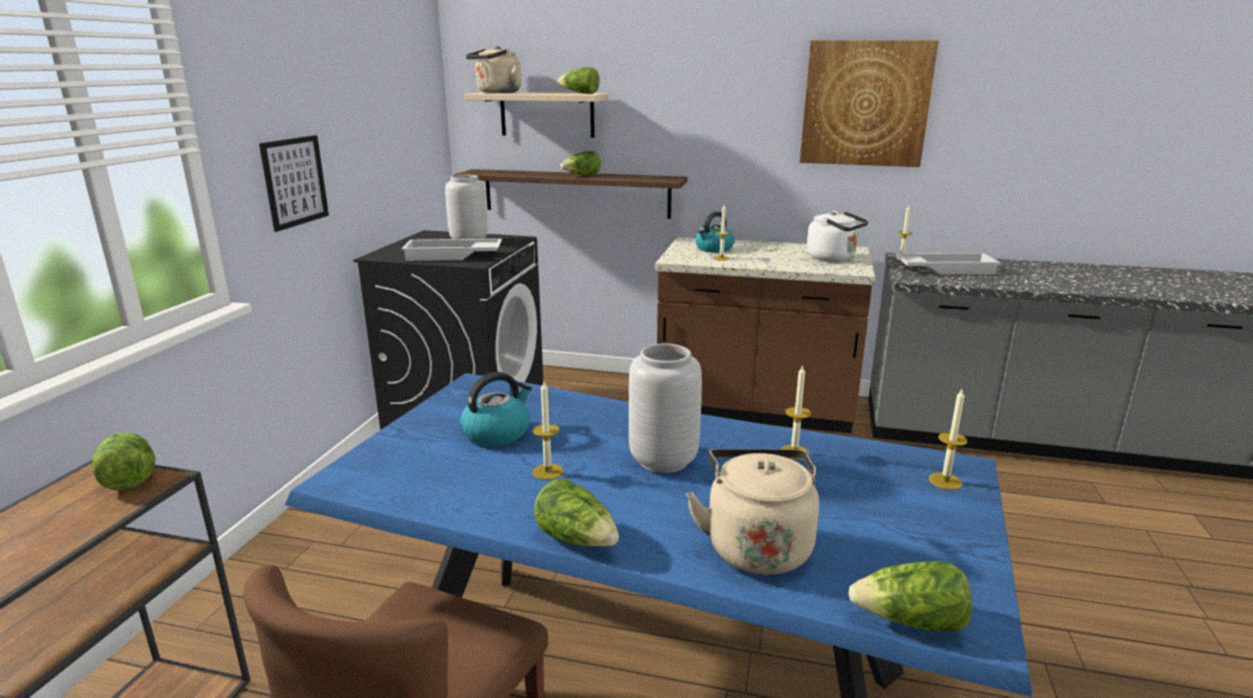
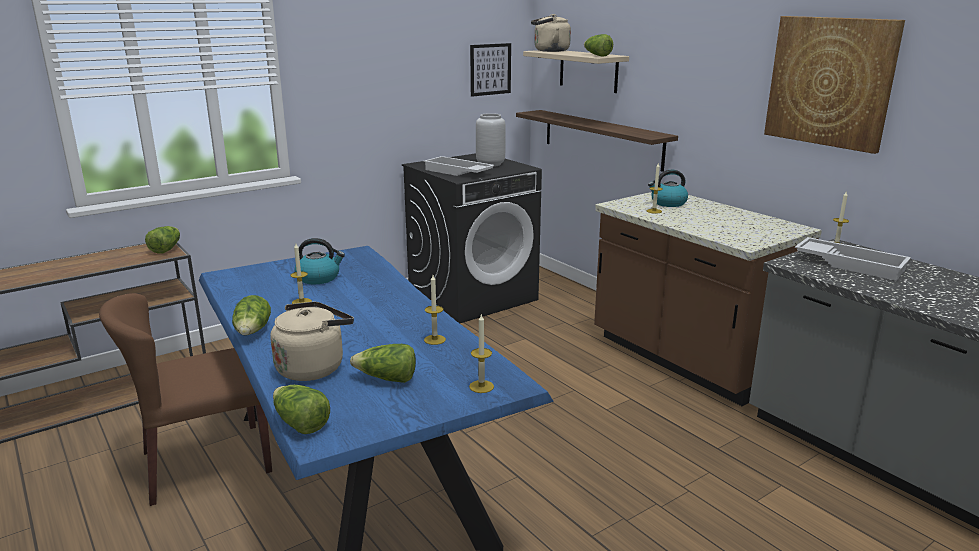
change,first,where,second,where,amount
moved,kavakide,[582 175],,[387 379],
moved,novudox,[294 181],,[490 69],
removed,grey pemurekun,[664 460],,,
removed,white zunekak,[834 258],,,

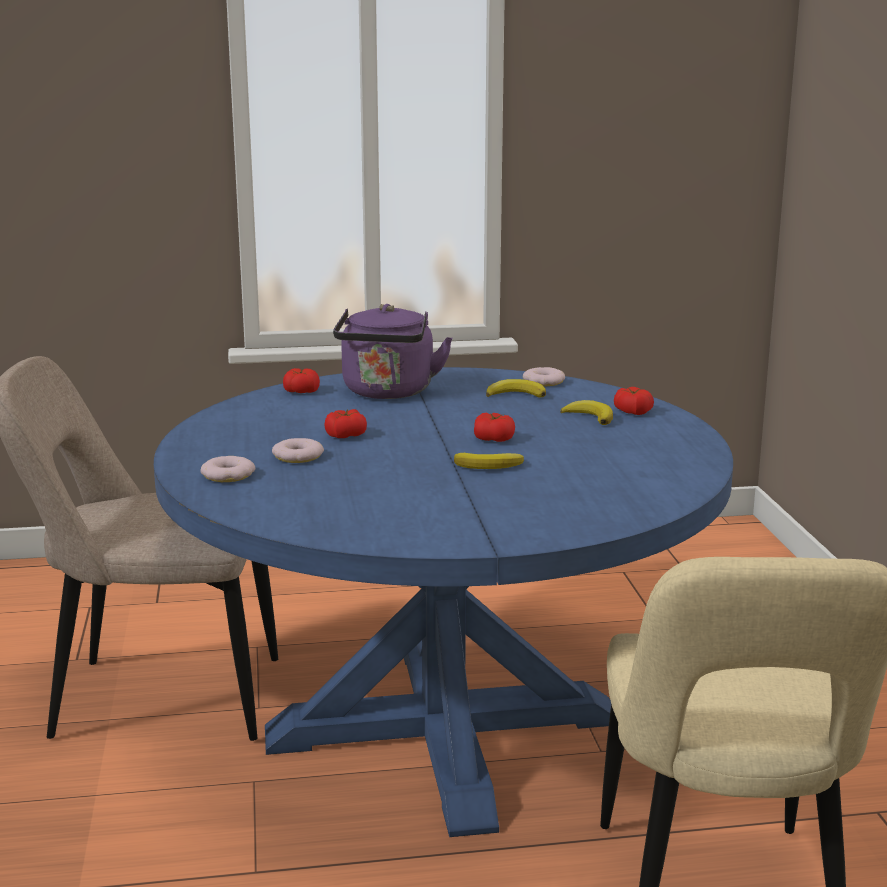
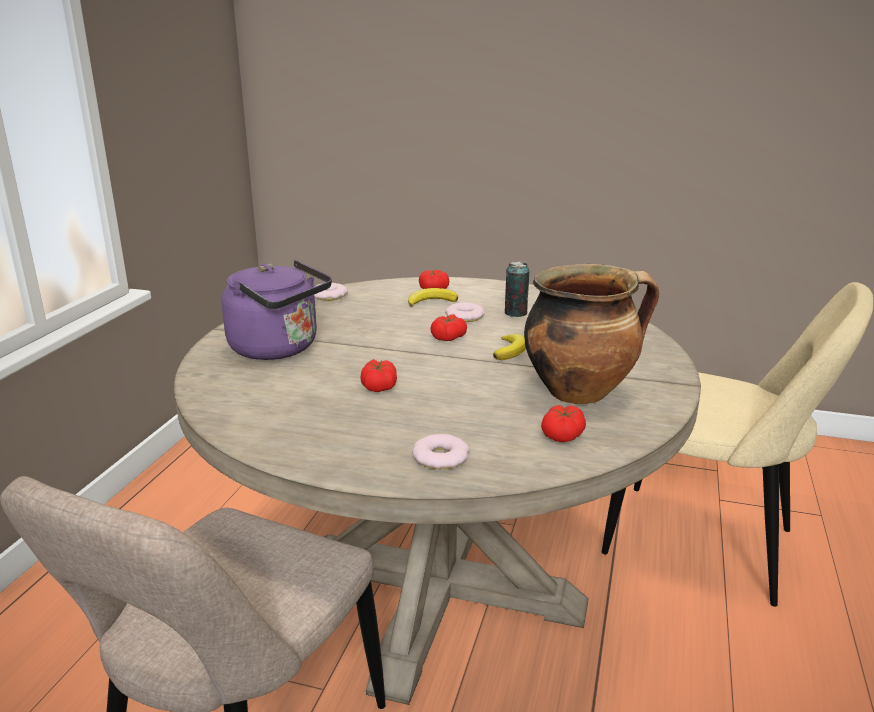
change,first,where,second,where,amount
recoloured,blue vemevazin,[443 727],beige vemevazin,[437 585],
moved,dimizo,[297 456],,[464 317],
added,,,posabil,[515 313],
added,,,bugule,[581 391],
moved,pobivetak,[301 391],,[563 435],
removed,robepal,[516 394],,,

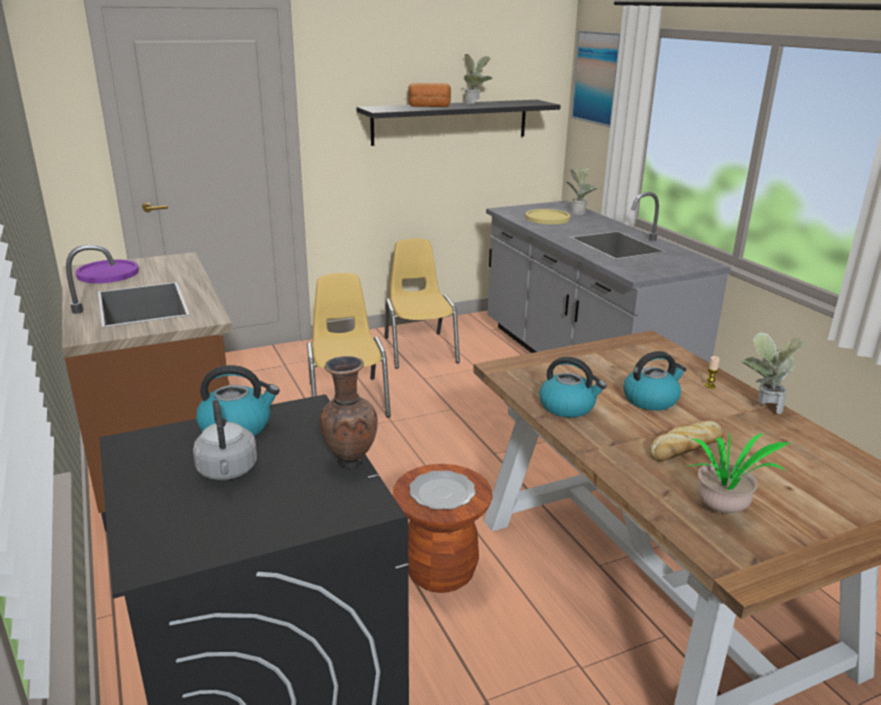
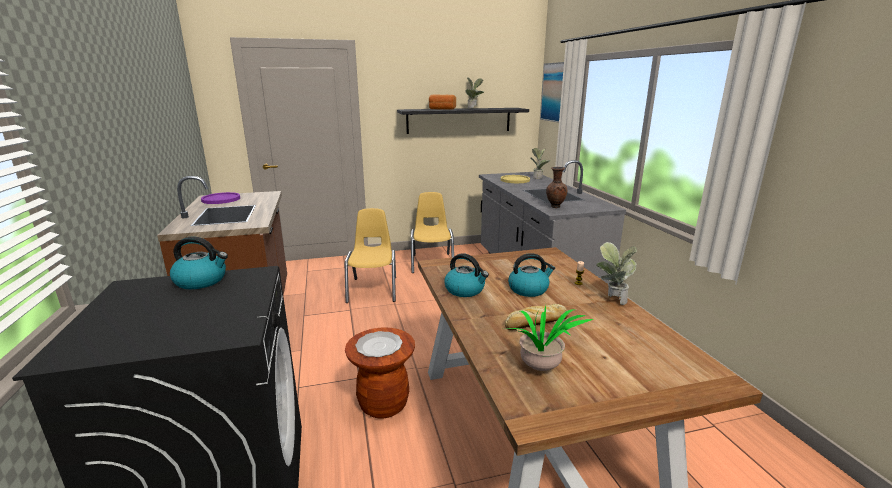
change,first,where,second,where,amount
moved,brown pemurekun,[348 461],,[554 207],
removed,grey zunekak,[227 471],,,

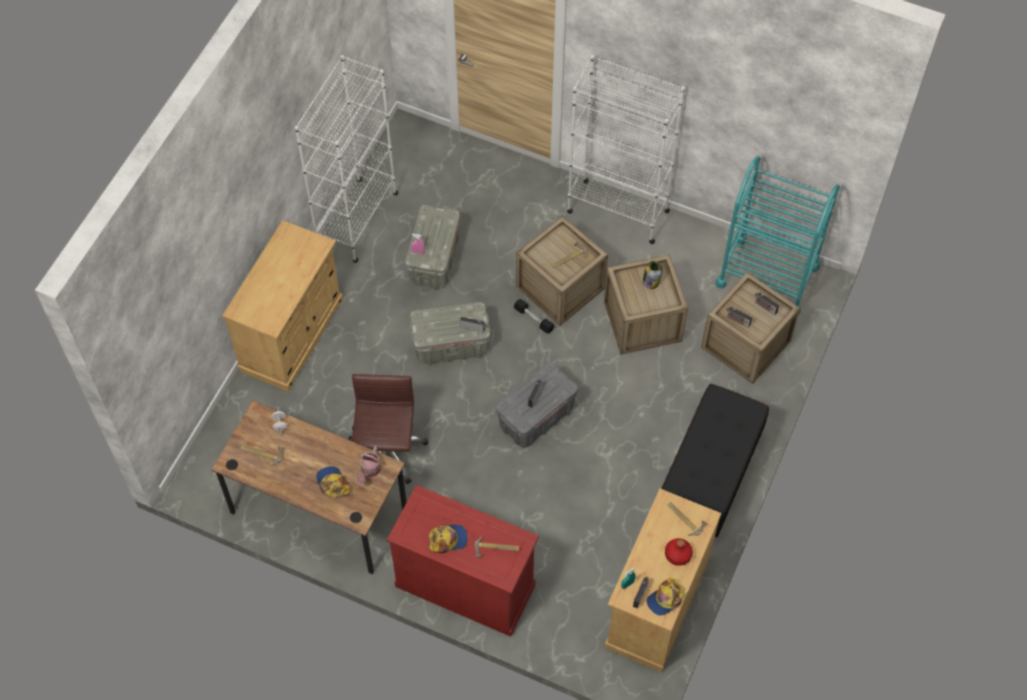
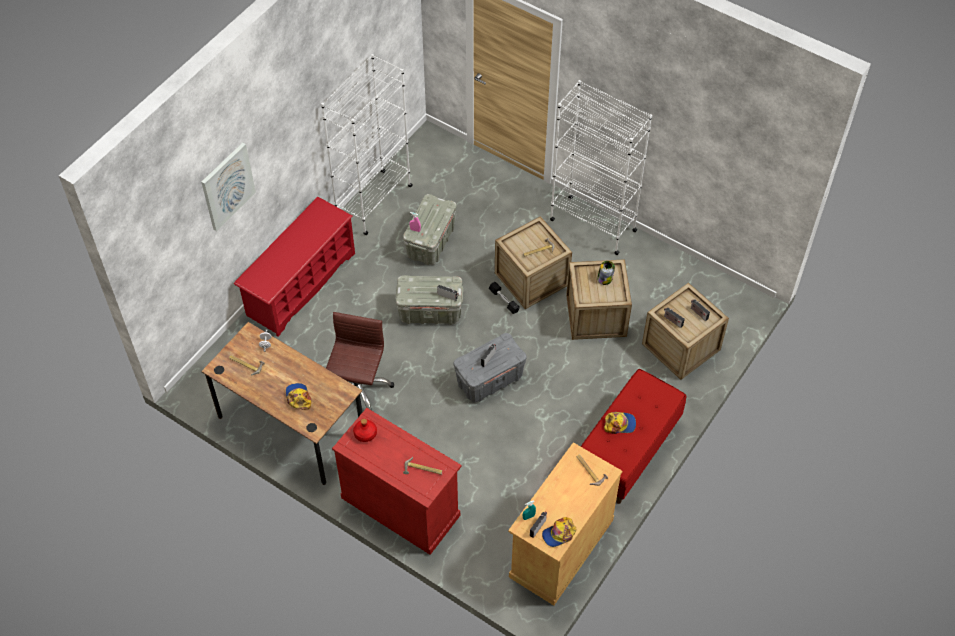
change,first,where,second,where,amount
added,,,novudox,[227 186],
replaced,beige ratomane,[292 335],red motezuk,[300 284],
moved,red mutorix,[677 554],,[365 434],
recoloured,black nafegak,[709 478],red nafegak,[627 451],
moved,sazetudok,[448 539],,[619 424],
removed,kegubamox,[369 471],,,
removed,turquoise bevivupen,[767 275],,,

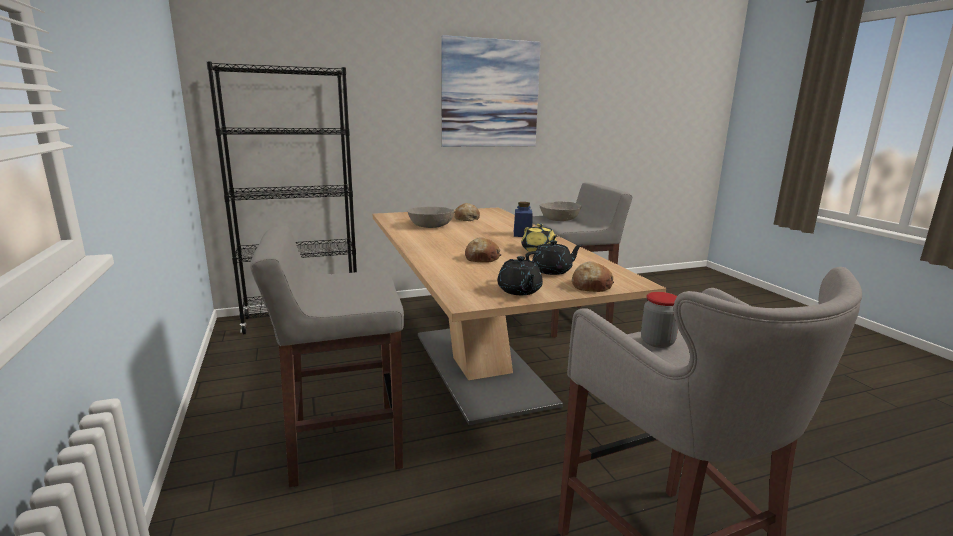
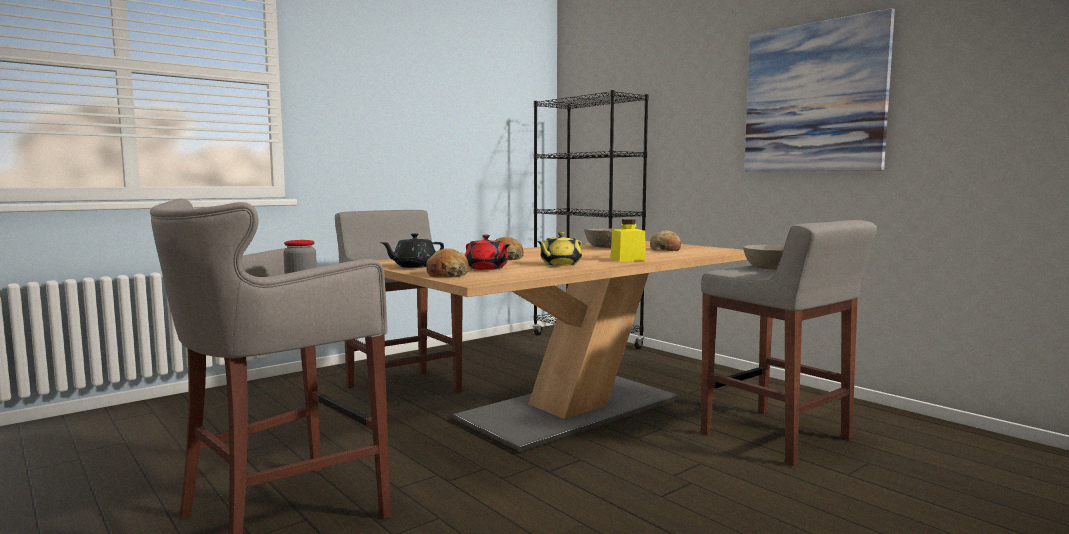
change,first,where,second,where,amount
recoloured,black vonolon,[552 271],red vonolon,[487 268],
recoloured,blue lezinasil,[522 234],yellow lezinasil,[628 259],

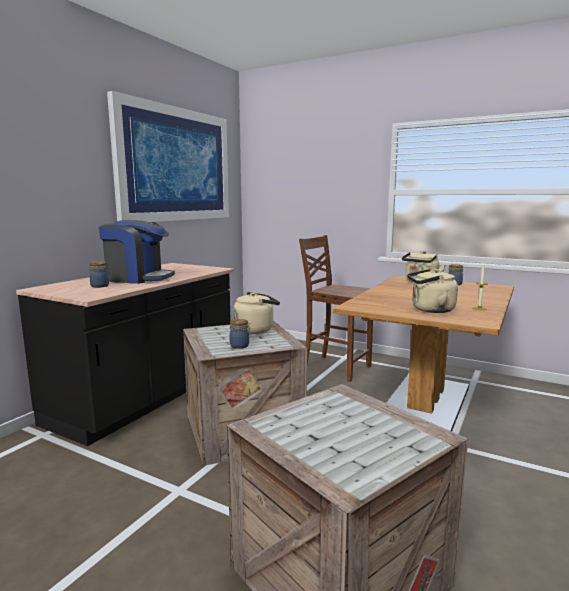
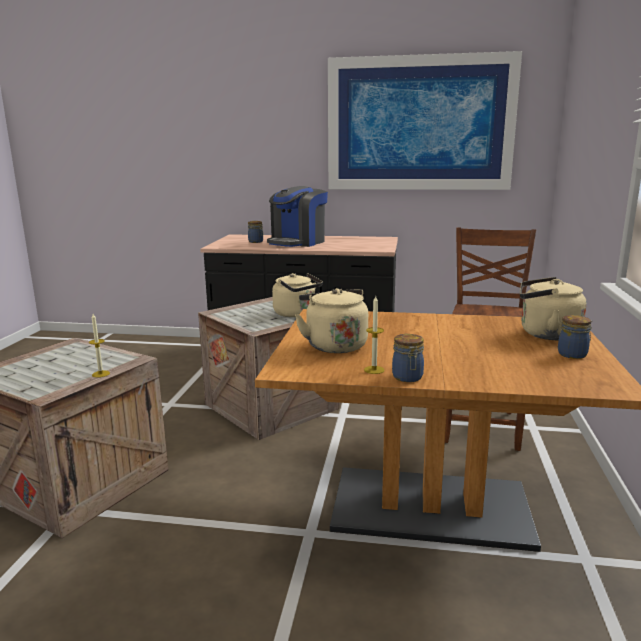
change,first,where,second,where,amount
added,,,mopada,[101 374],
turned,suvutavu,[138 278],,[297 242],45 degrees clockwise
moved,lezinasil,[240 346],,[407 377],

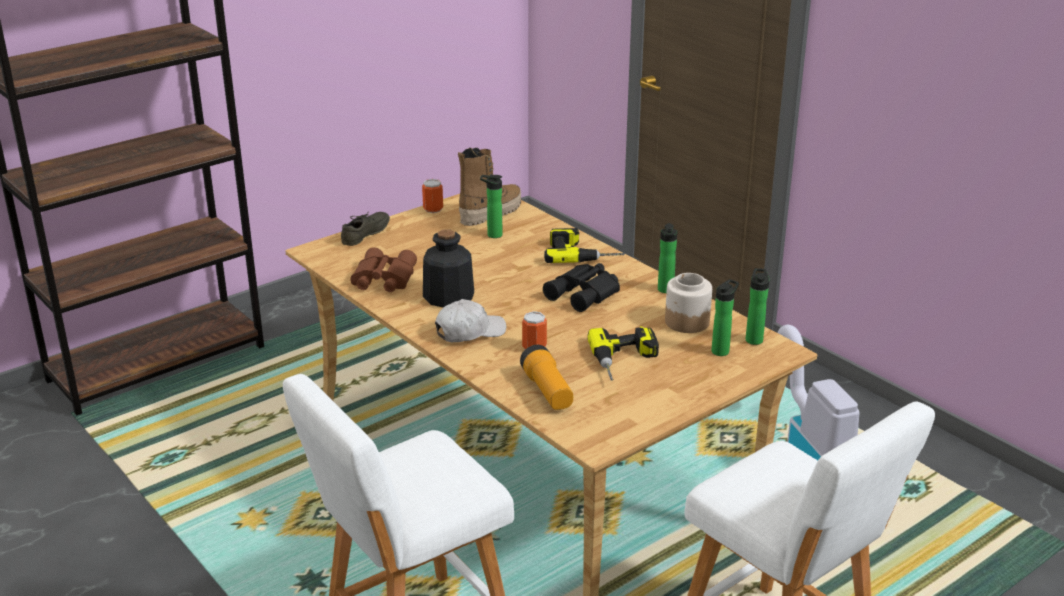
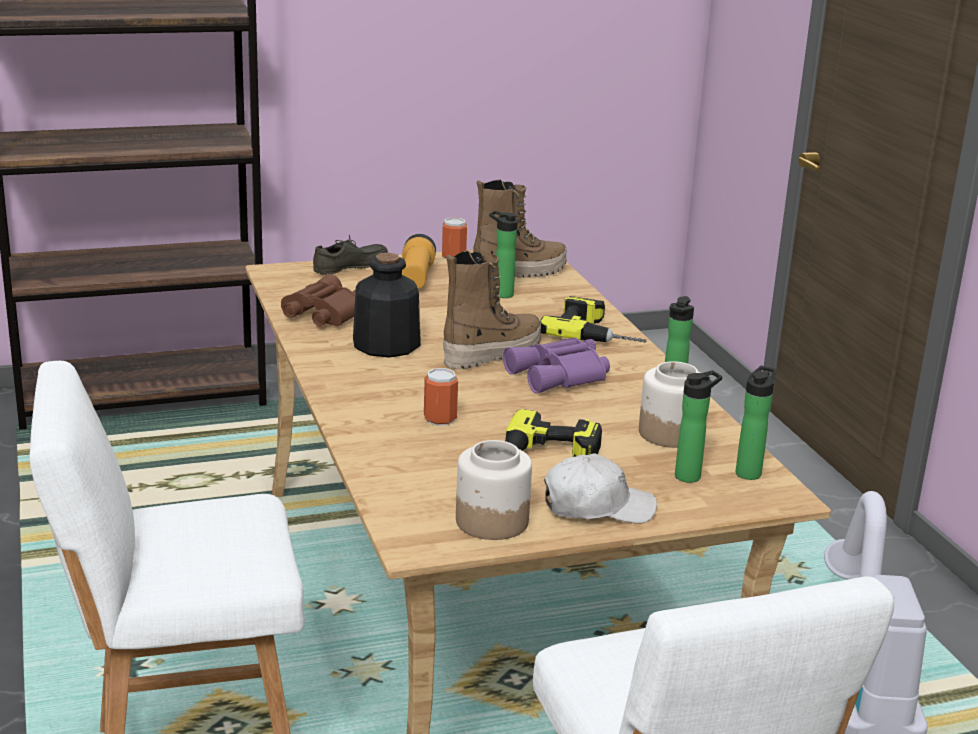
change,first,where,second,where,amount
moved,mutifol,[547 391],,[416 278],
added,,,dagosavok,[491 353],
added,,,lezinasil,[491 521],
recoloured,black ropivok,[585 294],purple ropivok,[560 376],
moved,white sazetudok,[469 331],,[597 507],

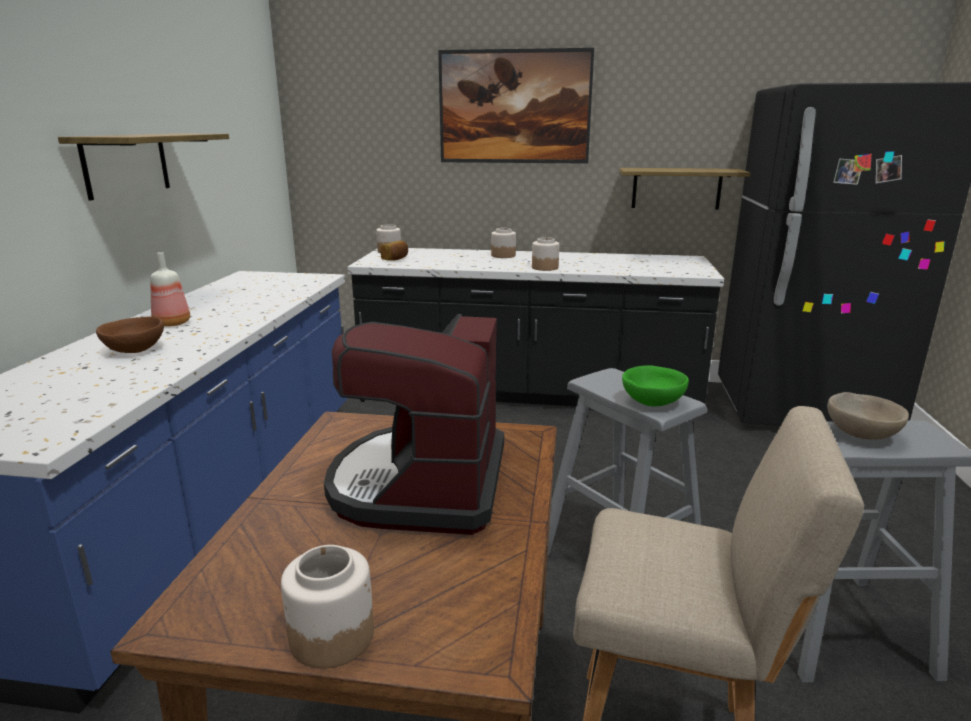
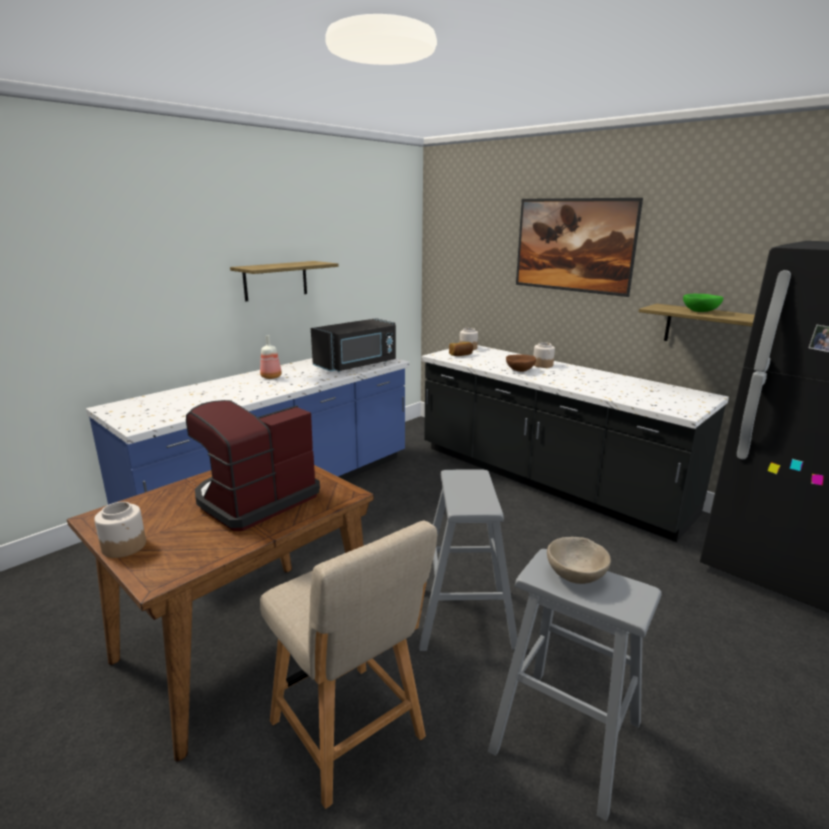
change,first,where,second,where,amount
added,,,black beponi,[357 365],
moved,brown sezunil,[134 350],,[519 370],
moved,green sezunil,[653 402],,[700 311],
removed,lezinasil,[545 267],,,

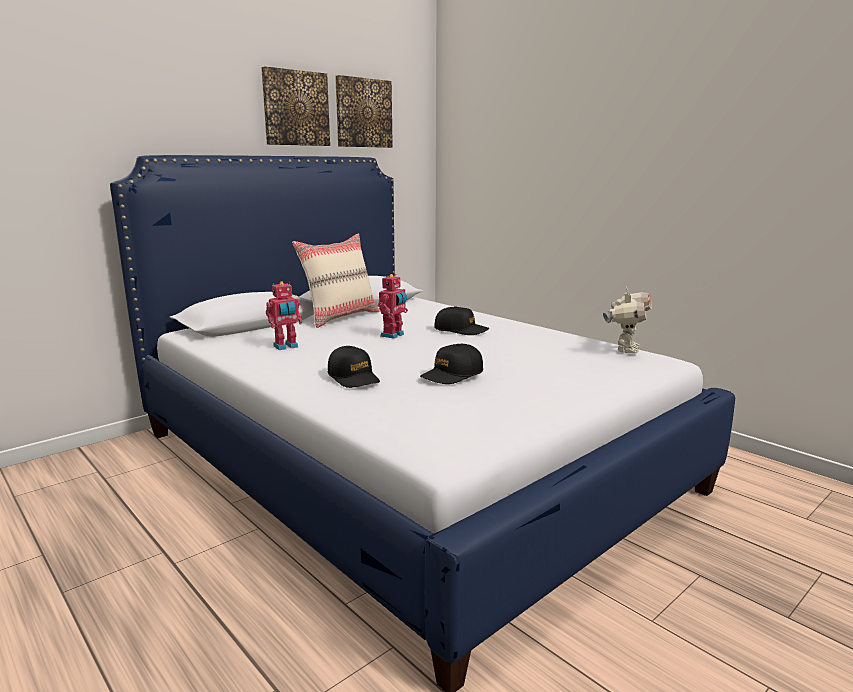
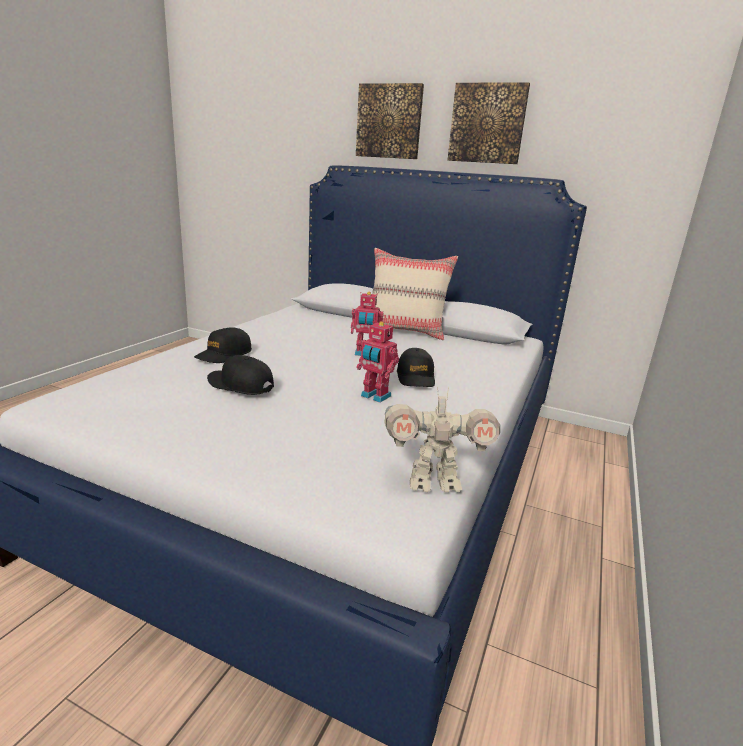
change,first,where,second,where,amount
moved,novudox,[363 113],,[389 122],
moved,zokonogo,[286 347],,[374 396],

